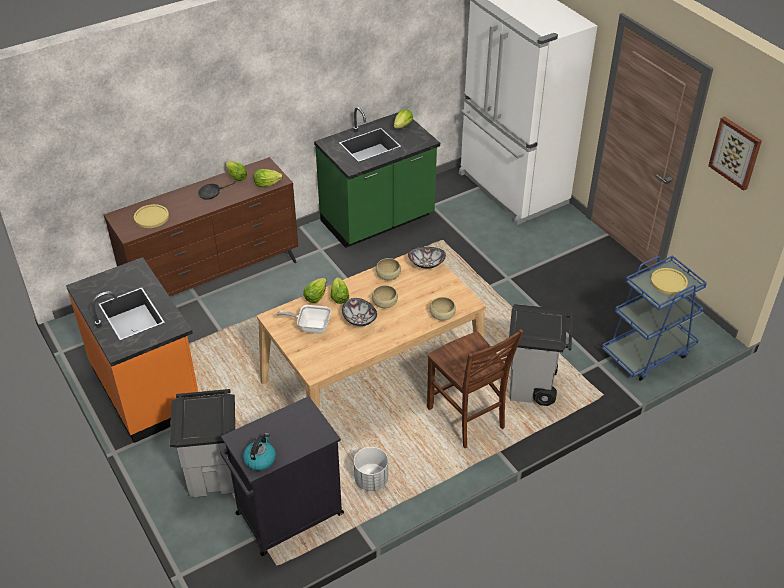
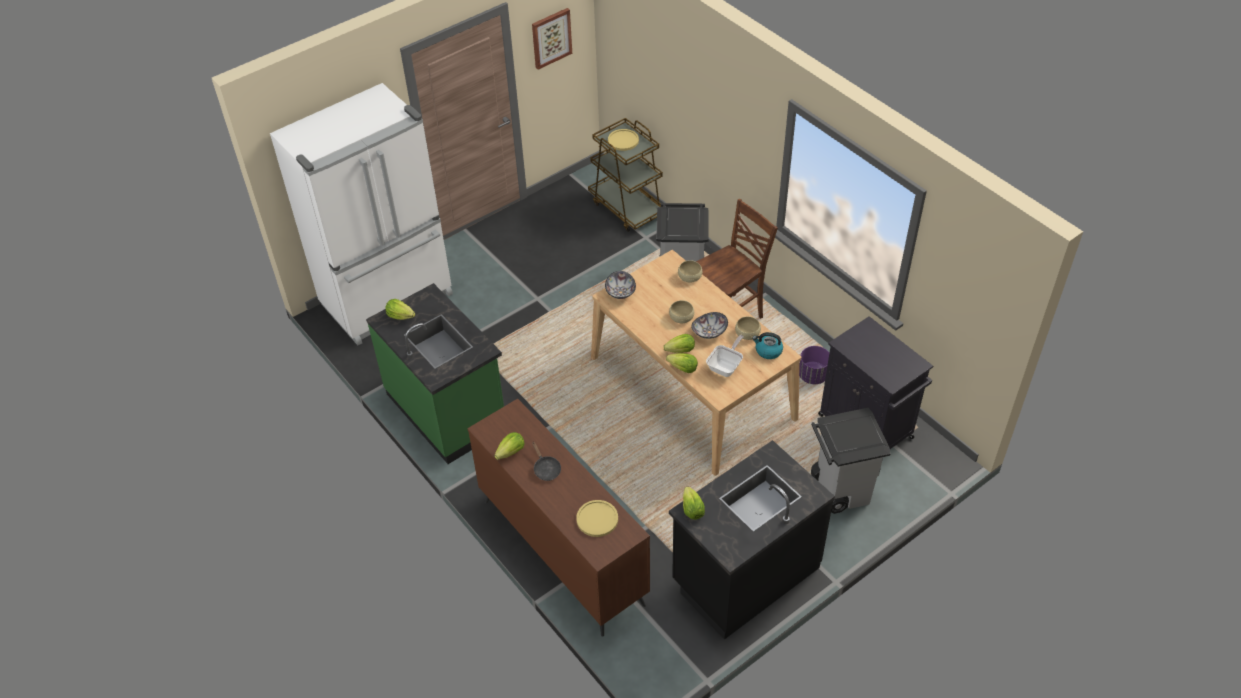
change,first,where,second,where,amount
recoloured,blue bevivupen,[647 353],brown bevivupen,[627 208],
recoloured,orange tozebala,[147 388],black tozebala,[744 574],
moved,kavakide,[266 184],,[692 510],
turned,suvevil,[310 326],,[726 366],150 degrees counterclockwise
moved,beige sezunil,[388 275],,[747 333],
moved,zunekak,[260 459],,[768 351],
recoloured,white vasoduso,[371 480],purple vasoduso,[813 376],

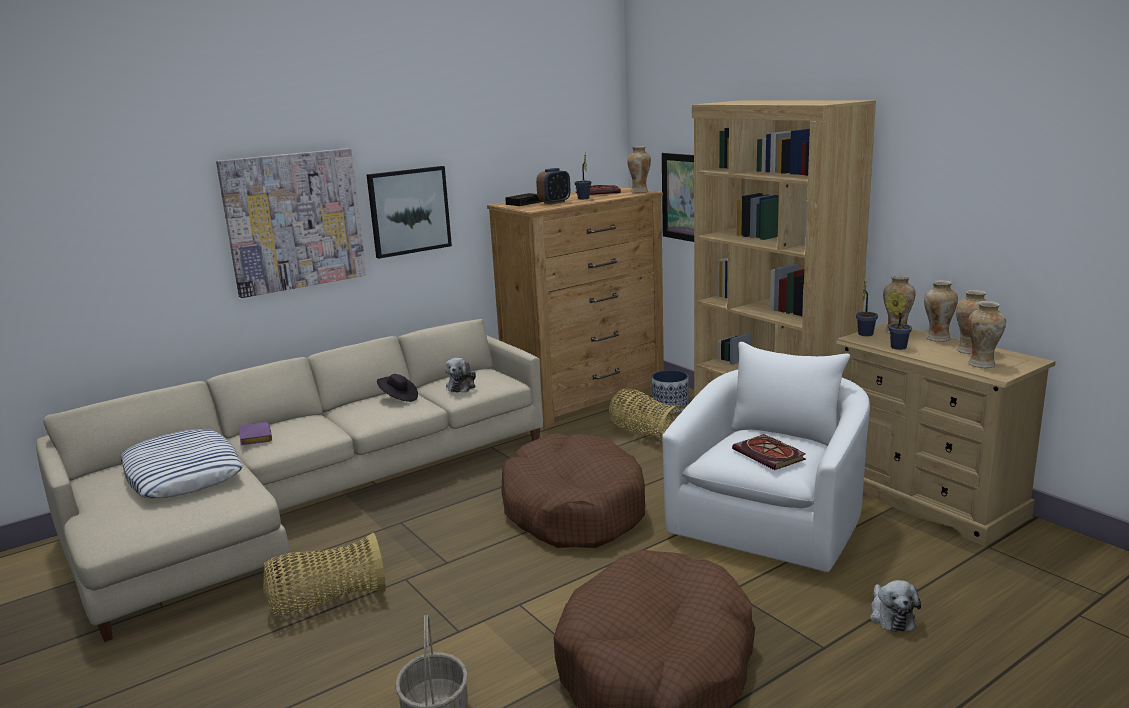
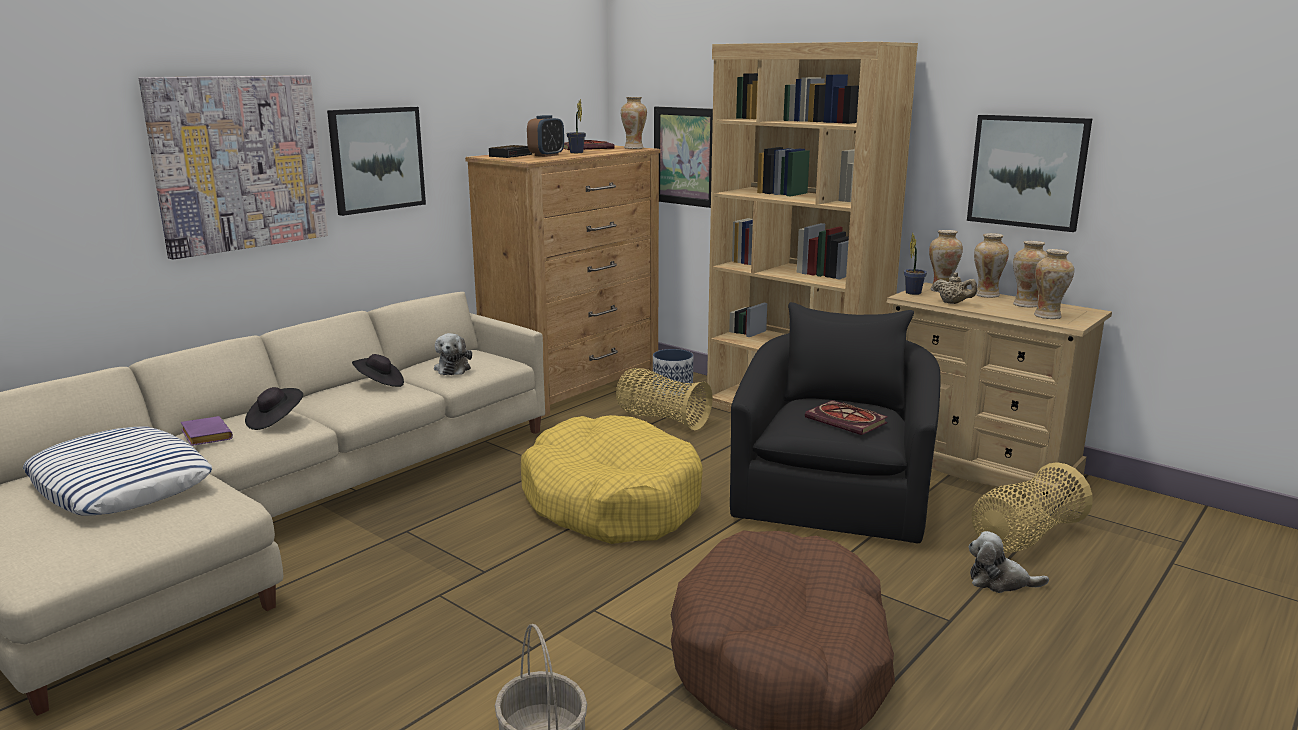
change,first,where,second,where,amount
added,,,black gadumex,[275 421],
recoloured,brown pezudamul,[573 509],yellow pezudamul,[611 501],
recoloured,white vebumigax,[772 520],black vebumigax,[834 496],
replaced,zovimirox,[896 347],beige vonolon,[953 303],
added,,,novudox,[1027 171],
turned,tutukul,[891 616],,[1000 581],120 degrees clockwise
moved,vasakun,[326 601],,[1025 537],

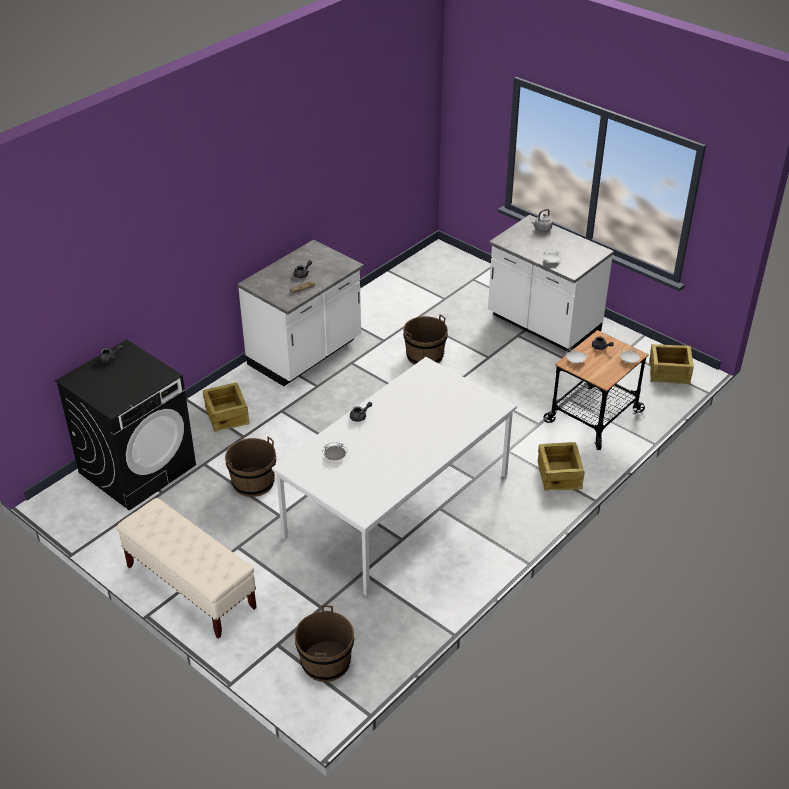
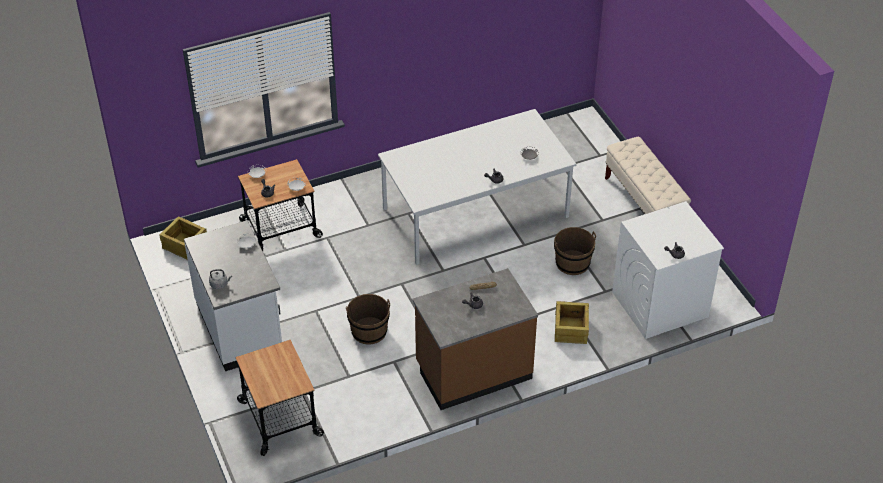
change,first,where,second,where,amount
added,,,bevivupen,[279 419],
recoloured,white tozebala,[306 354],brown tozebala,[473 371],
recoloured,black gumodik,[138 468],white gumodik,[659 304],
removed,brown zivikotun,[325 662],,,
removed,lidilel,[559 475],,,

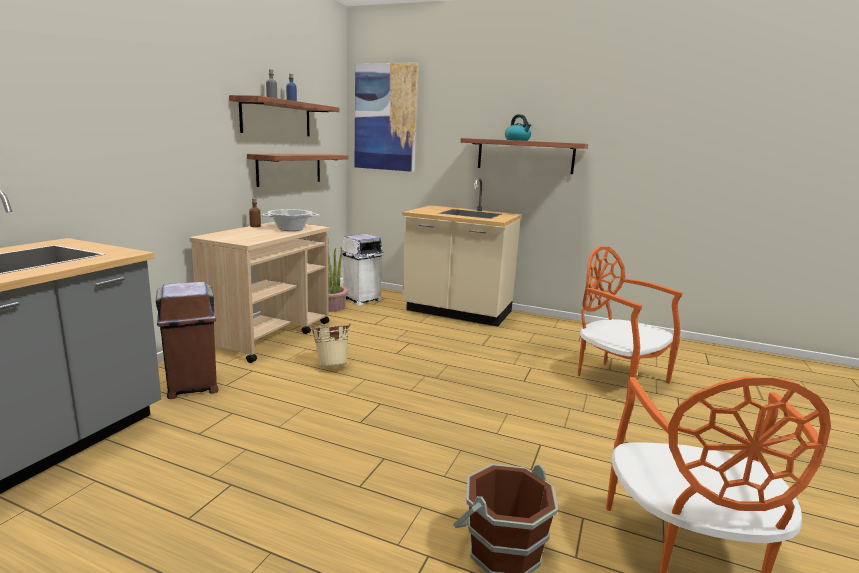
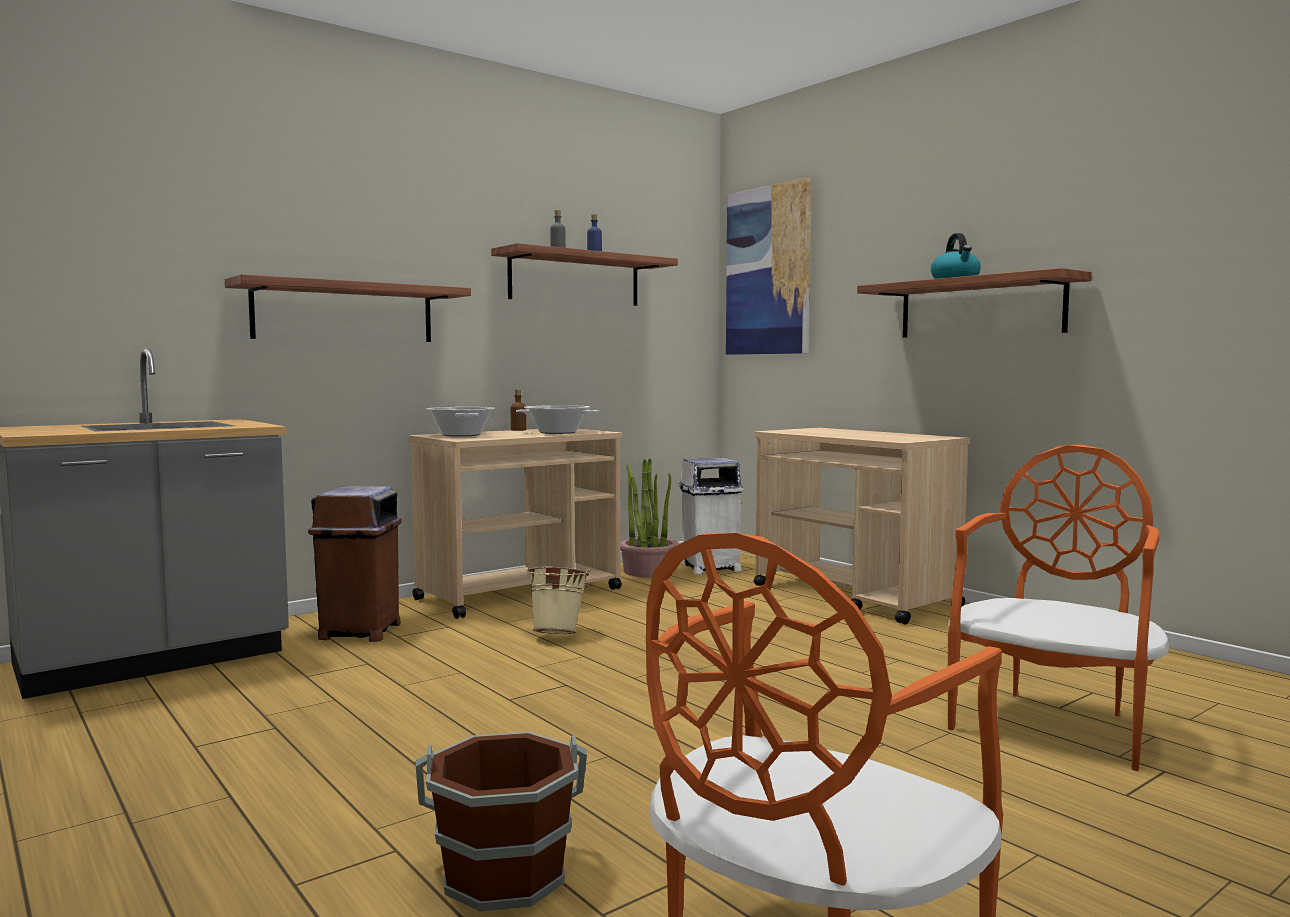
change,first,where,second,where,amount
moved,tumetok,[290 169],,[344 313],
added,,,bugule,[461 435],
replaced,beige tozebala,[457 312],beige bevivupen,[855 597],
turned,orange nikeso,[618 380],,[1053 724],45 degrees clockwise

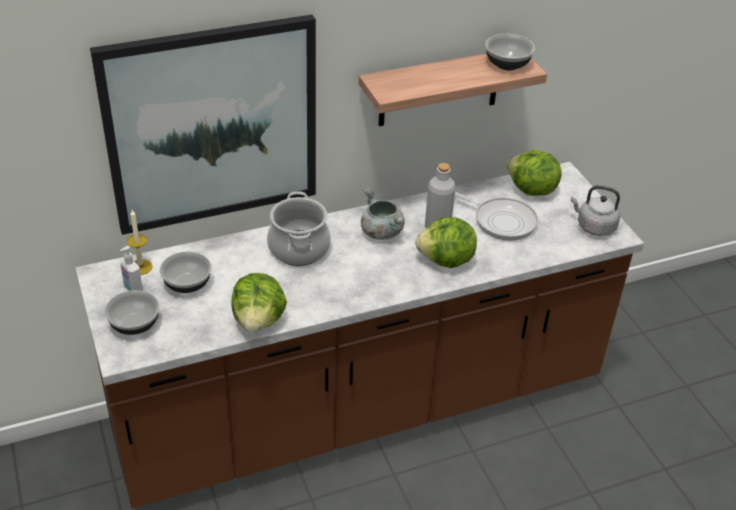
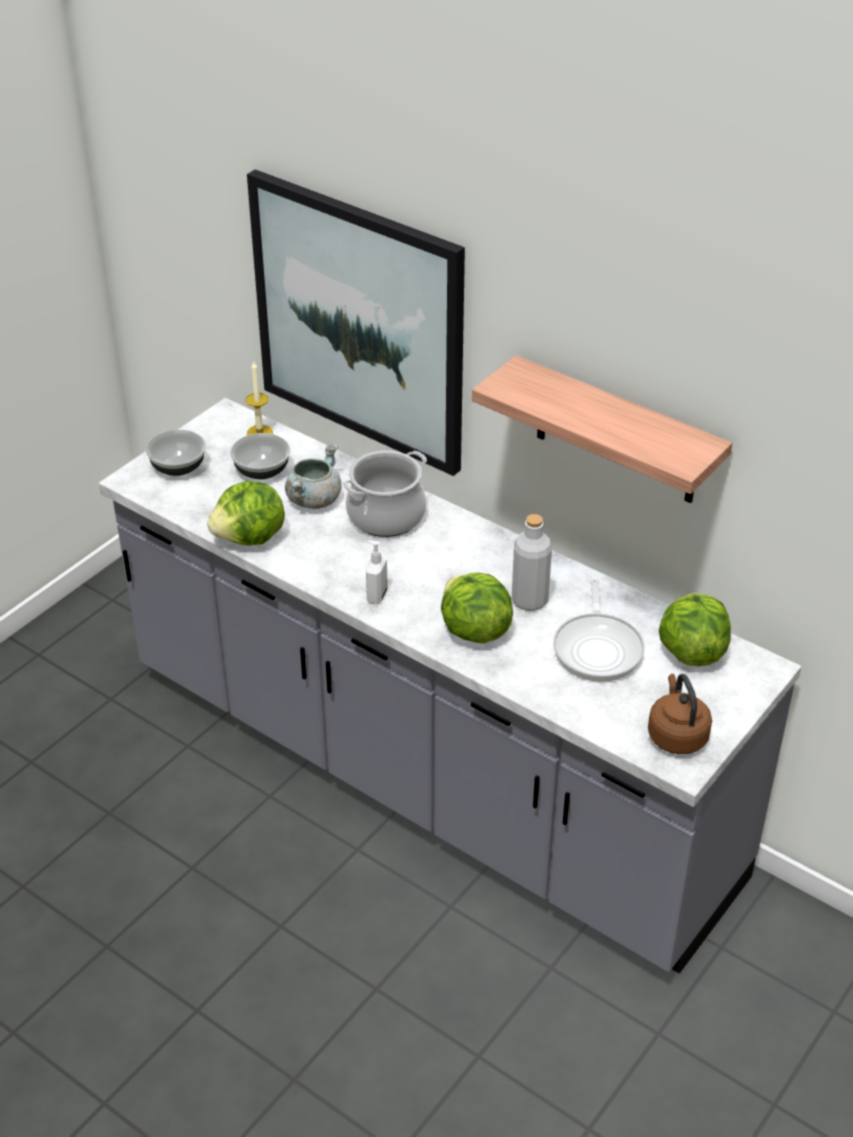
change,first,where,second,where,amount
recoloured,brown tozebala,[360 409],grey tozebala,[426 777],
moved,grey bugule,[380 232],,[313 499],
moved,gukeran,[132 289],,[376 595],
recoloured,grey zunekak,[593 227],brown zunekak,[676 735],
removed,sezunil,[507 64],,,

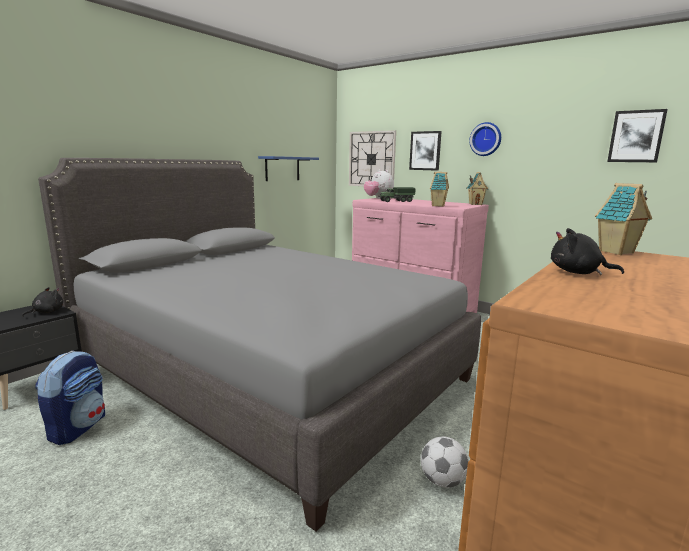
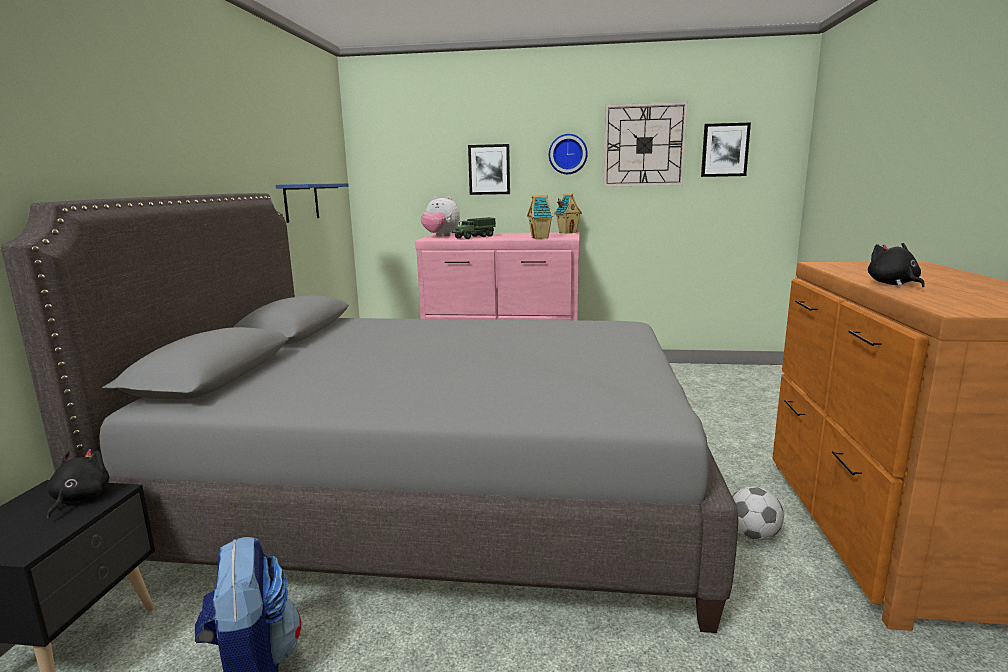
change,first,where,second,where,amount
moved,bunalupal,[372 159],,[644 145],
turned,black tutukul,[578 273],,[893 284],90 degrees clockwise
removed,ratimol,[617 252],,,

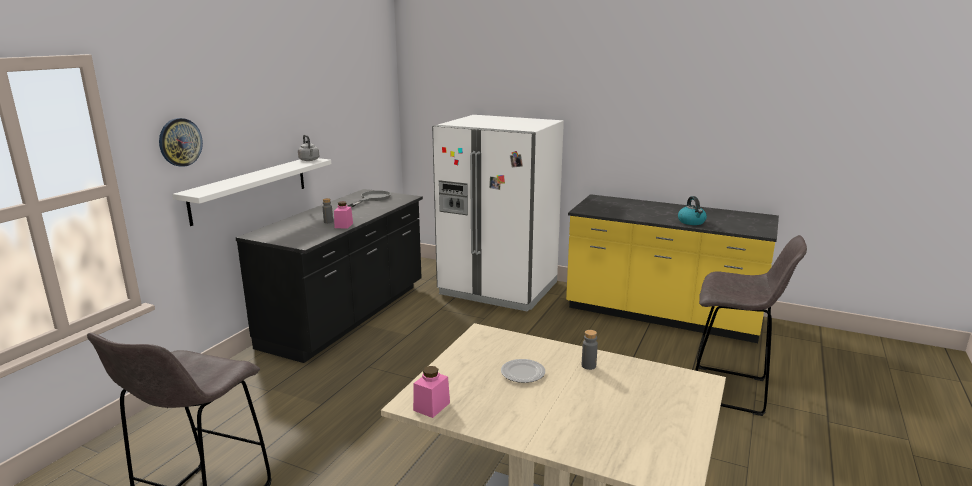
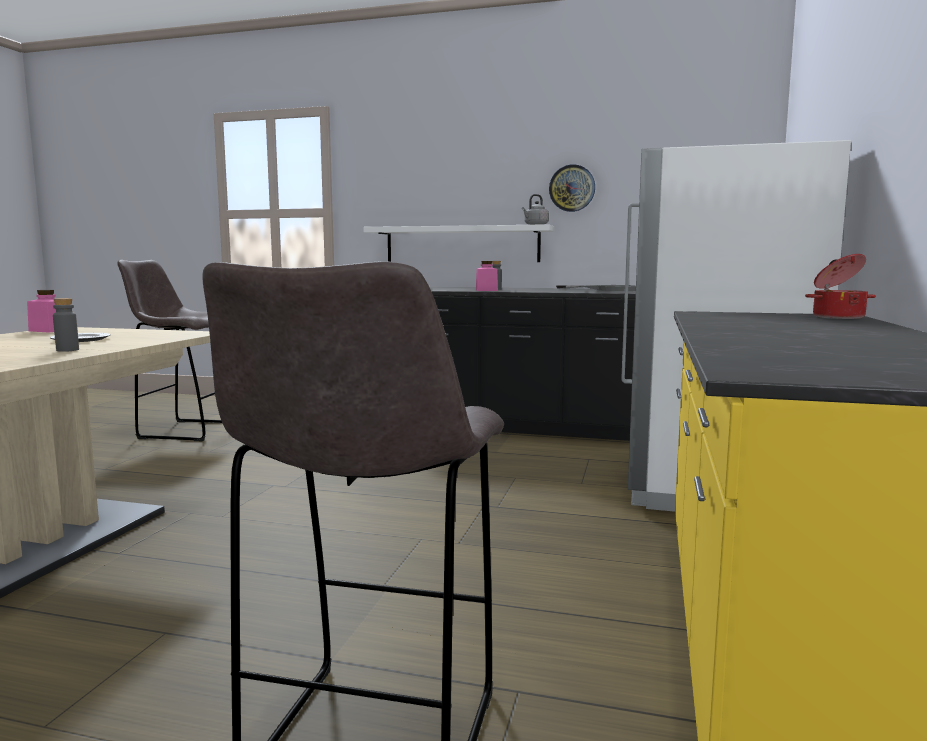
change,first,where,second,where,amount
moved,bunalupal,[180 142],,[572 188],
added,,,bugule,[837 317],
removed,zunekak,[691 222],,,

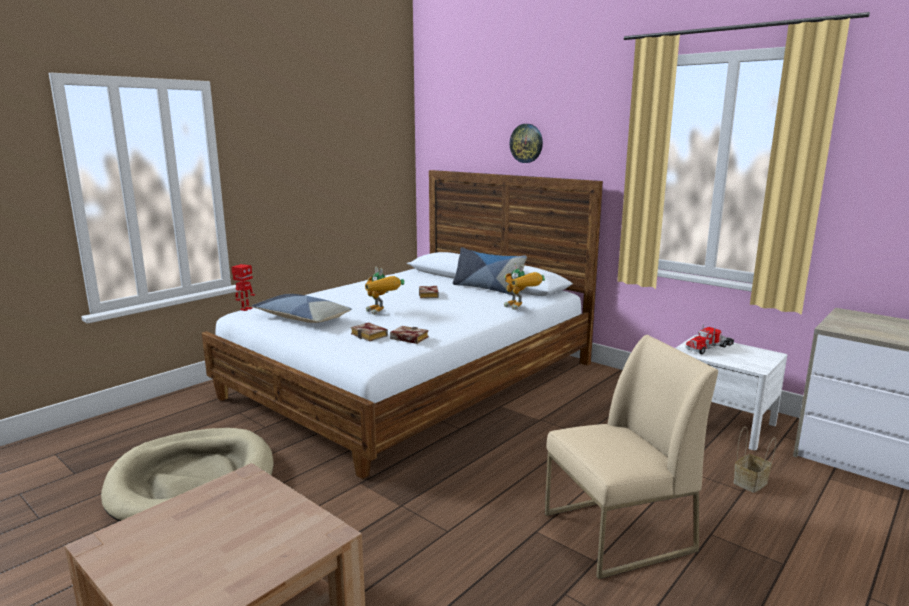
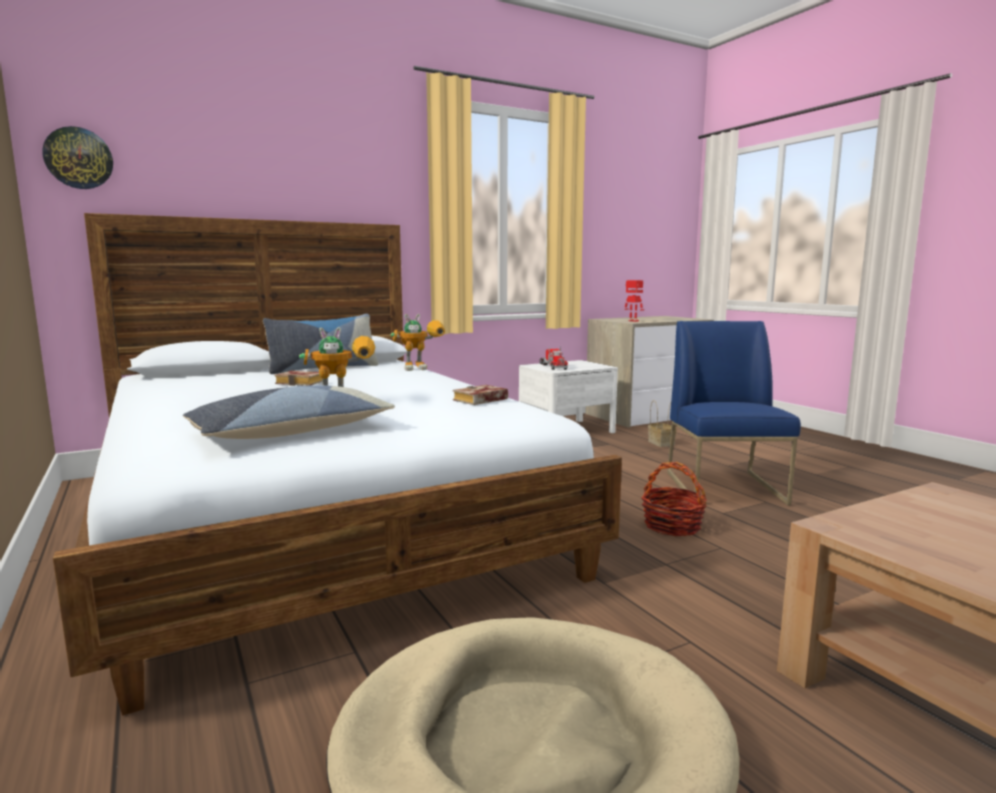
change,first,where,second,where,amount
moved,bunalupal,[526 143],,[78 158],
moved,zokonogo,[245 309],,[633 321],
added,,,vasakun,[672 526],
recoloured,beige nikeso,[617 533],blue nikeso,[725 488],
removed,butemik,[371 335],,,

